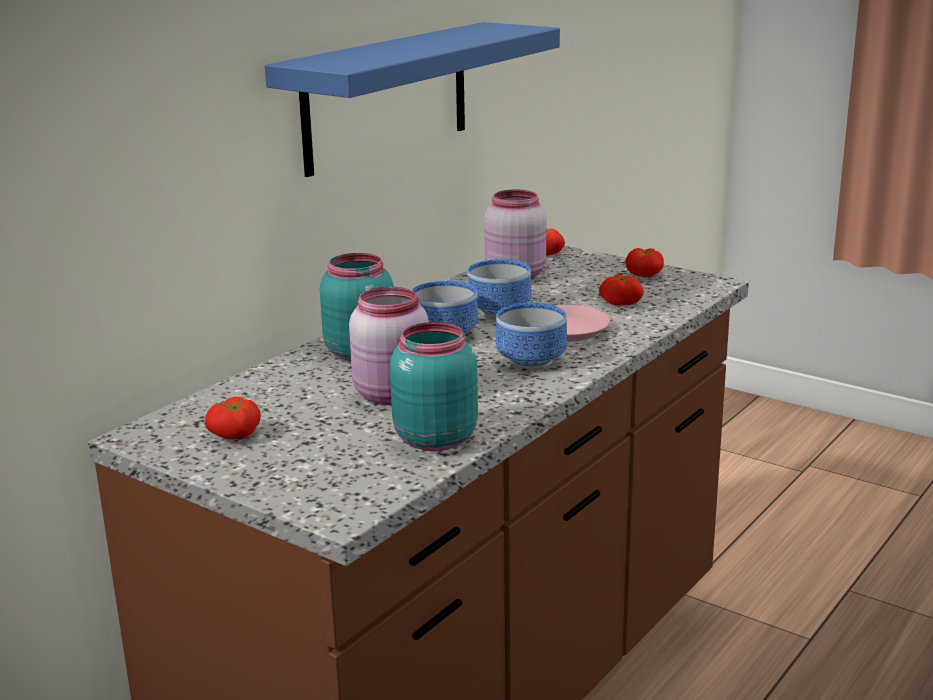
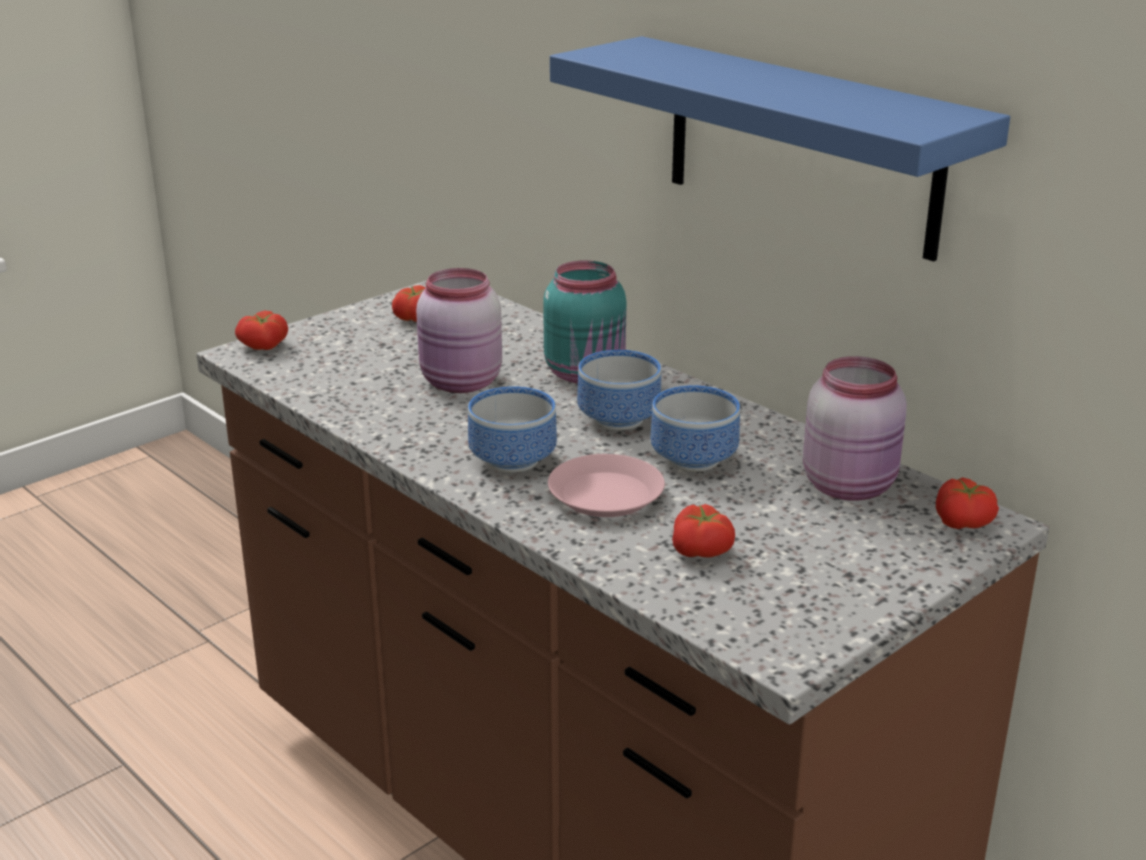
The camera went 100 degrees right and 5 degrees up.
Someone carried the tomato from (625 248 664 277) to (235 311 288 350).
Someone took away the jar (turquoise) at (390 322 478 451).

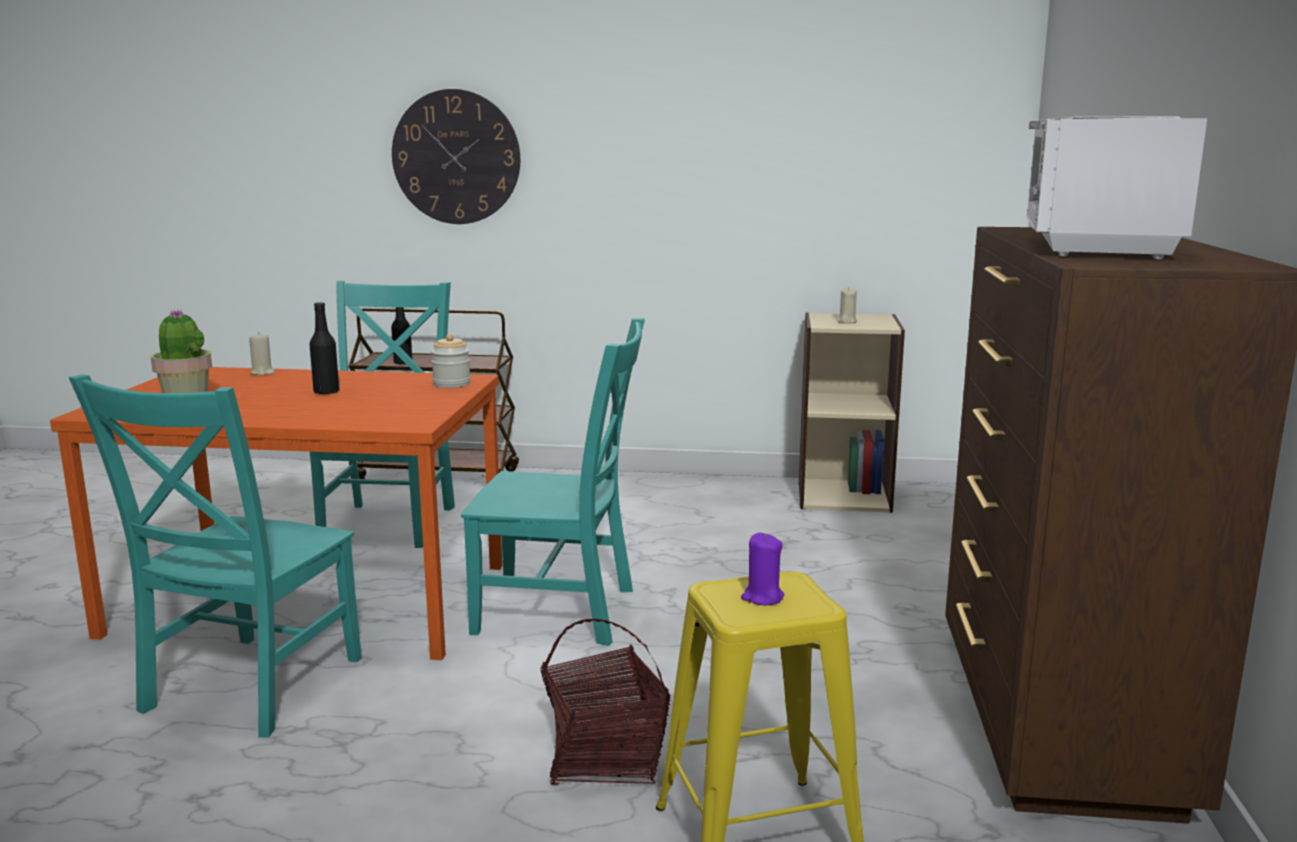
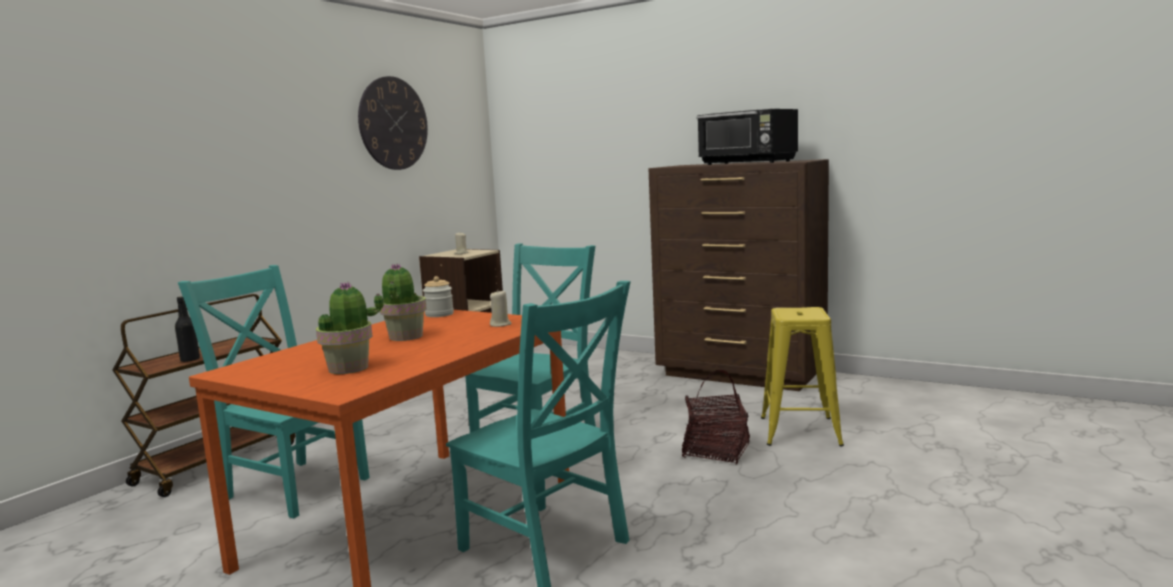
The camera went 65 degrees left and 5 degrees down.
Someone carried the wall clock from (392 89 520 224) to (358 76 428 170).
Someone repainted the microwave (white) at (1026 116 1207 259), which became the microwave (black) at (697 109 798 165).
Someone swapped the bottle (black) at (309 302 340 395) for the potted plant at (380 263 427 341).
Someone carried the candle (beige) from (249 332 275 375) to (490 290 512 327).
Someone took away the candle (purple) at (741 533 784 605).

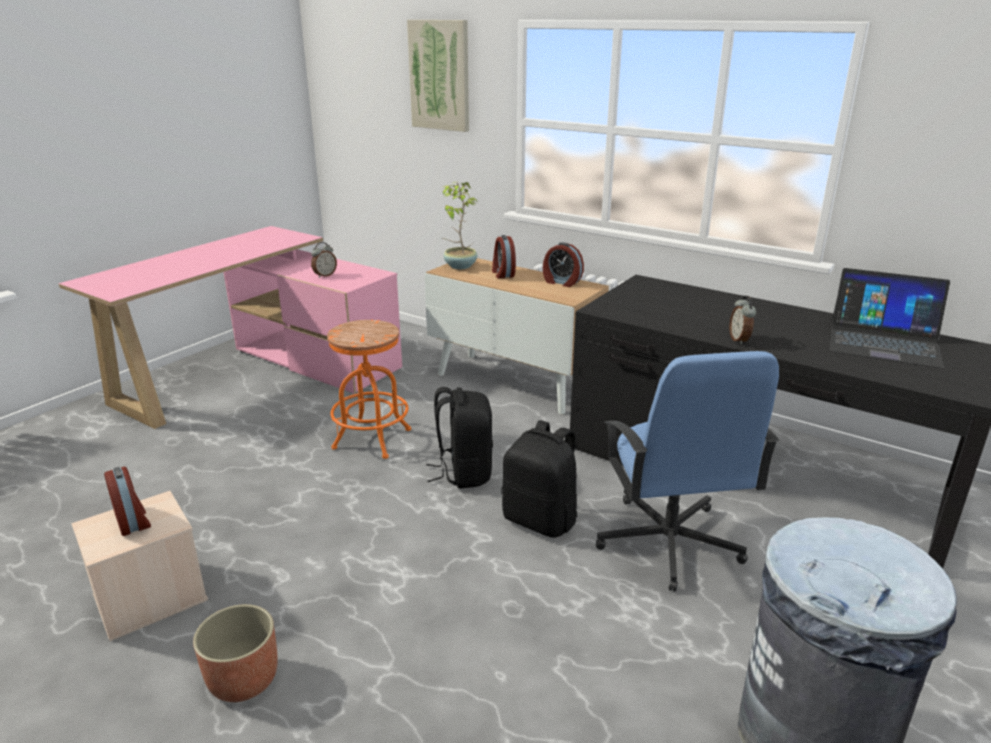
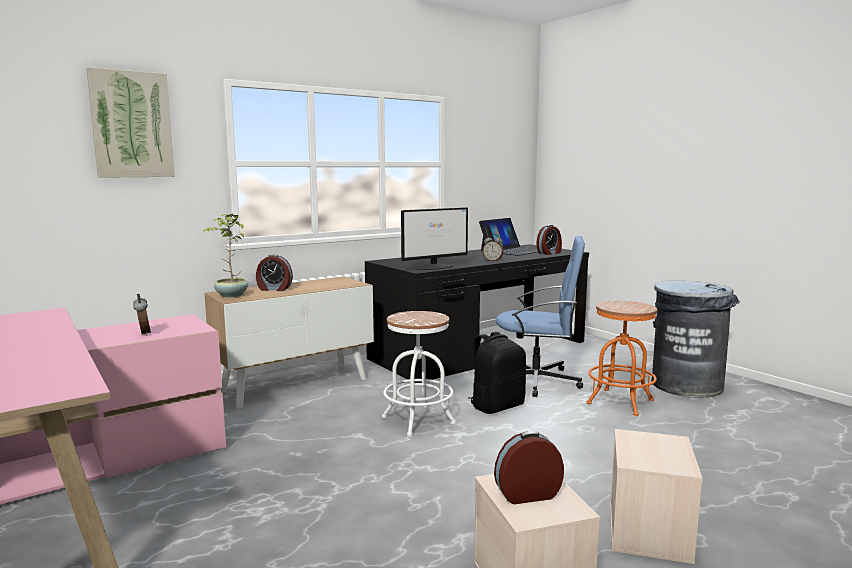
The camera went 70 degrees left and 15 degrees down.
Someone carried the alarm clock from (543 242 584 287) to (536 225 562 255).
Someone carried the stool (orange) from (327 320 411 459) to (587 301 657 416).
Someone swapped the backpack (black) at (426 387 493 488) for the stool (white) at (382 311 456 436).
Someone swapped the planter at (193 604 277 702) for the storage box (beige) at (610 429 703 564).
Someone put down the monitor at (401 207 468 270).

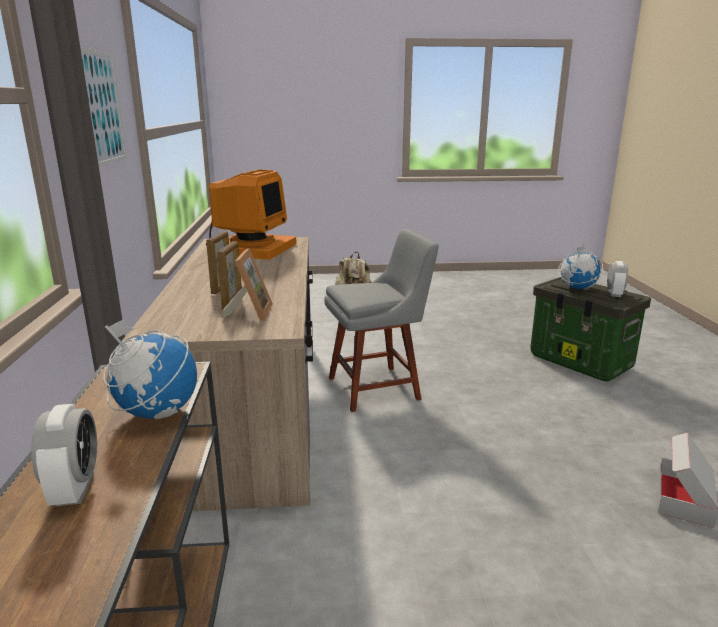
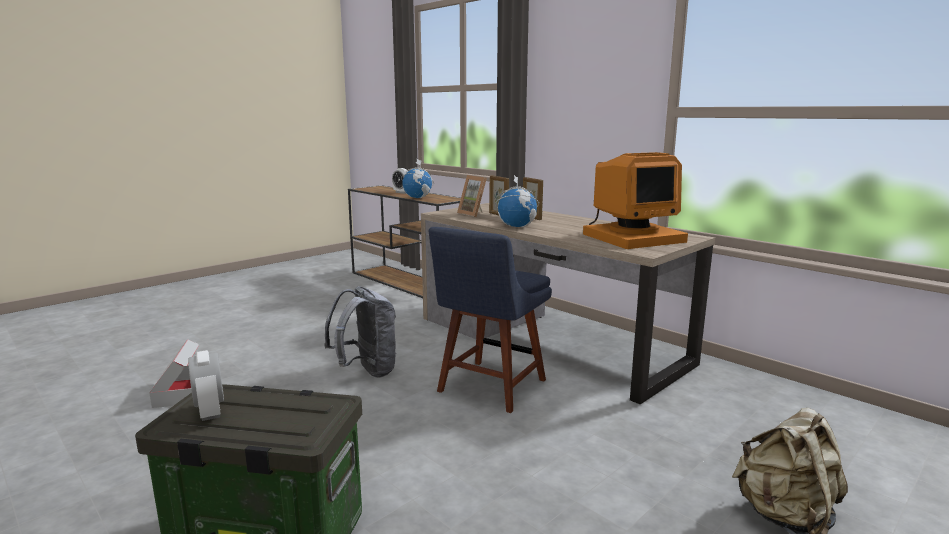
The camera went 140 degrees right and 5 degrees down.
Someone took away the picture at (80 47 127 167).
Someone rotated the monitor at (206 169 297 260) by 90 degrees counterclockwise.
Someone repainted the chair (grey) at (324 229 439 412), which became the chair (blue) at (429 227 552 413).
Someone carried the globe from (558 243 603 289) to (495 175 539 227).
Someone put down the backpack (grey) at (324 286 397 378).

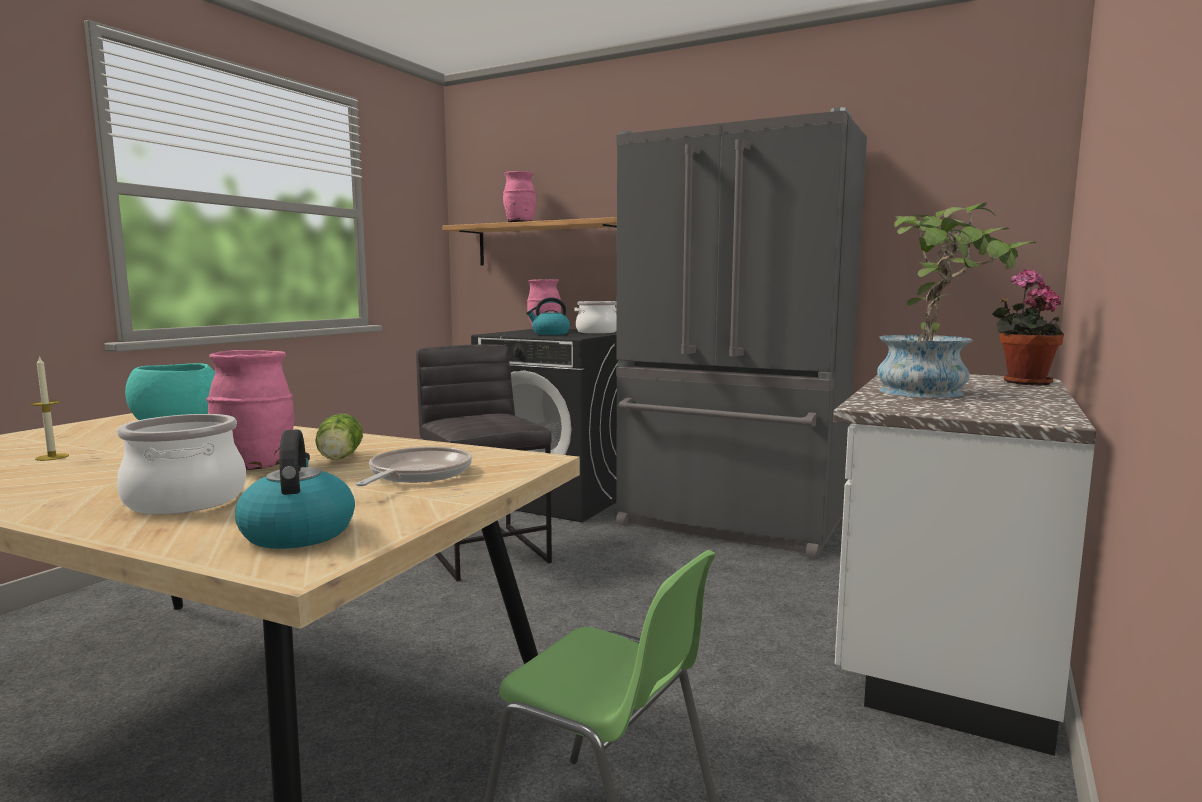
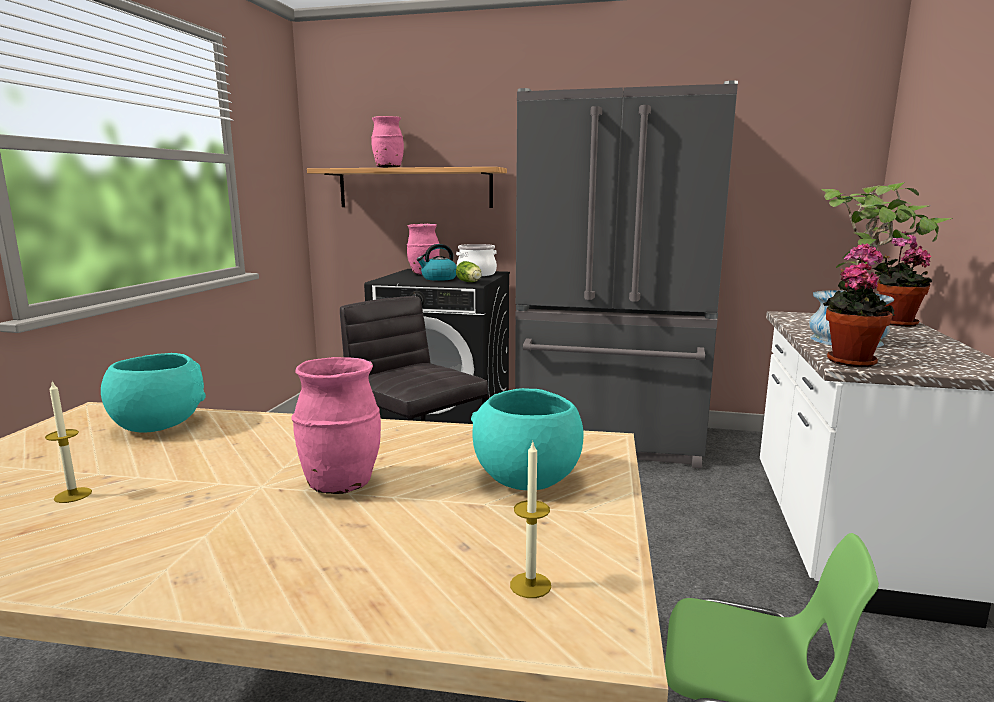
The camera went 15 degrees left and 5 degrees up.
Someone took away the cooking pot at (117 414 246 515).
Someone carried the lettuce from (315 414 363 460) to (456 261 482 282).
Someone swapped the kettle at (235 429 355 549) for the candle at (510 442 551 598).
Someone swapped the frying pan at (355 447 472 486) for the bowl (turquoise) at (471 388 584 490).
Someone put down the potted plant at (823 243 895 367).

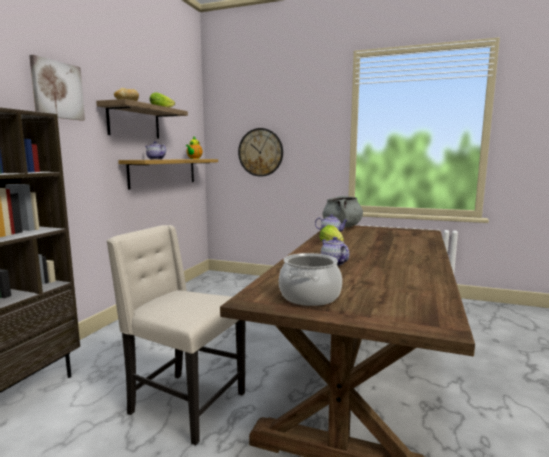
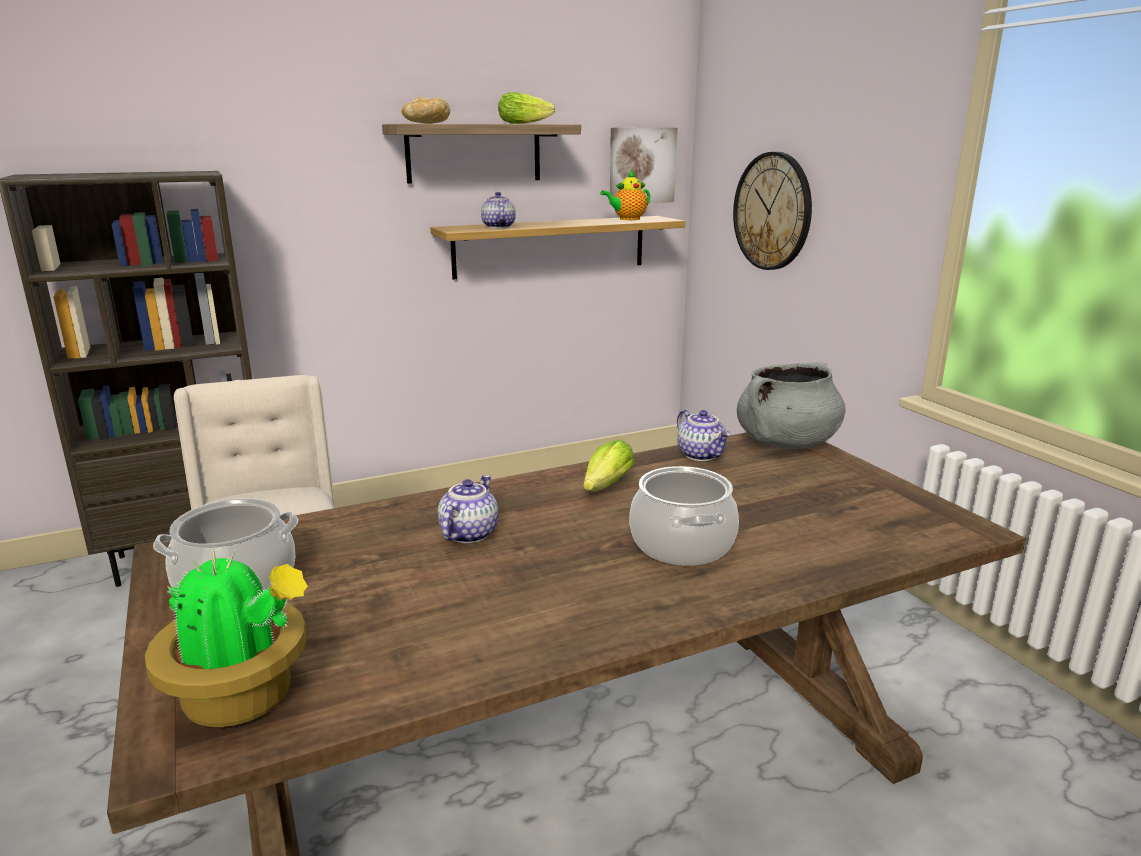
The camera went 45 degrees right and 10 degrees up.
Someone carried the picture from (29 55 85 120) to (610 128 677 203).
Someone put down the cooking pot at (629 466 739 566).
Someone put down the potted plant at (145 545 308 727).

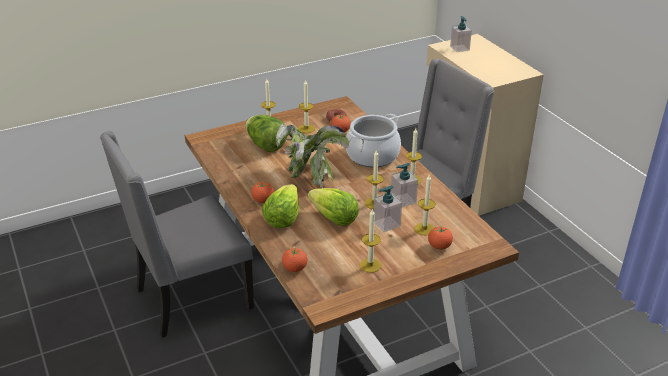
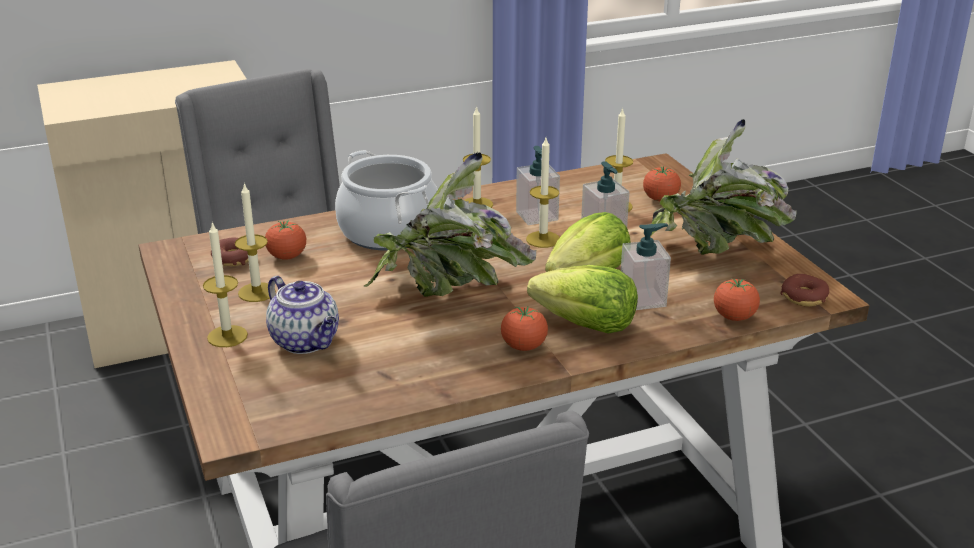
The camera went 85 degrees left and 5 degrees down.
Someone carried the soap dispenser from (450 16 472 52) to (621 223 671 310).
Someone swapped the lettuce at (245 115 287 152) for the teapot at (266 276 339 354).
Someone swapped the candle at (360 209 381 273) for the potted plant at (650 120 797 255).
Someone put down the donut at (781 274 829 307).

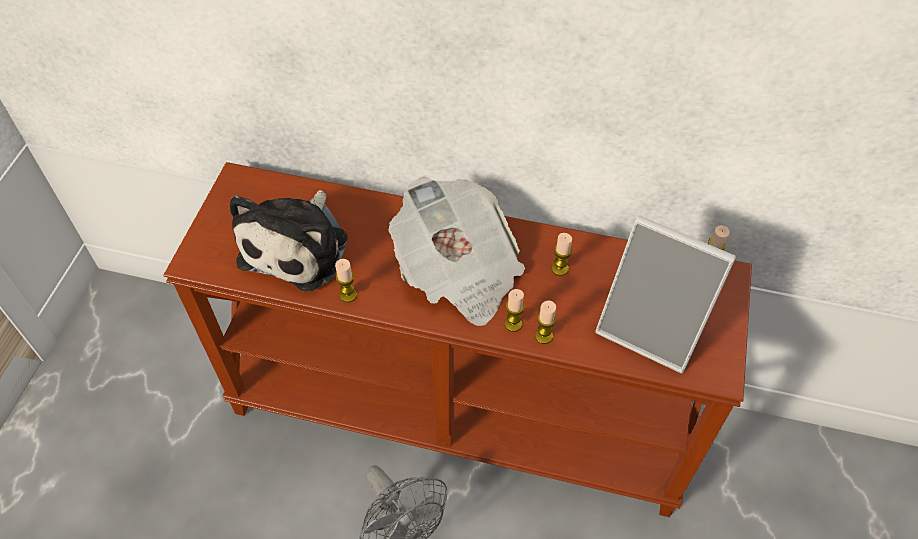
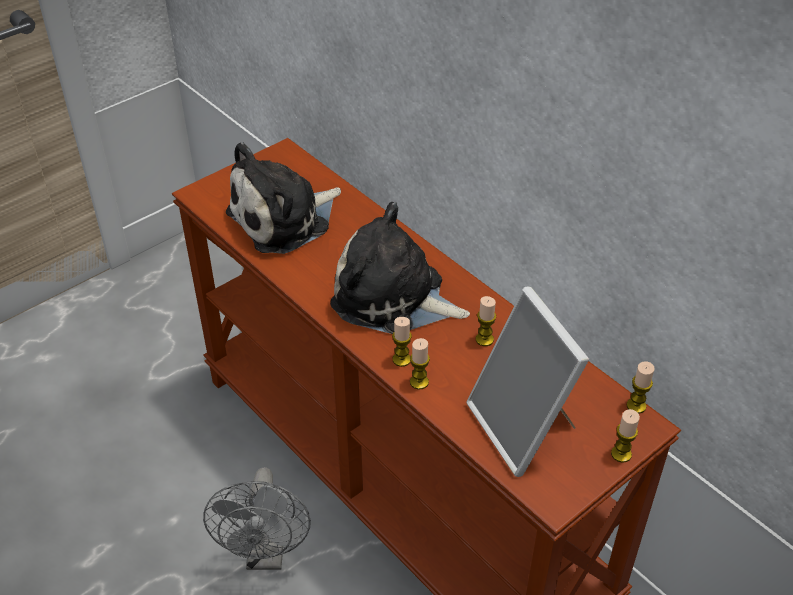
The camera went 35 degrees right and 10 degrees down.
Someone swapped the newspaper at (389 177 525 326) for the plush toy at (330 202 470 334).
Someone carried the candle from (335 259 357 302) to (611 409 640 463).

